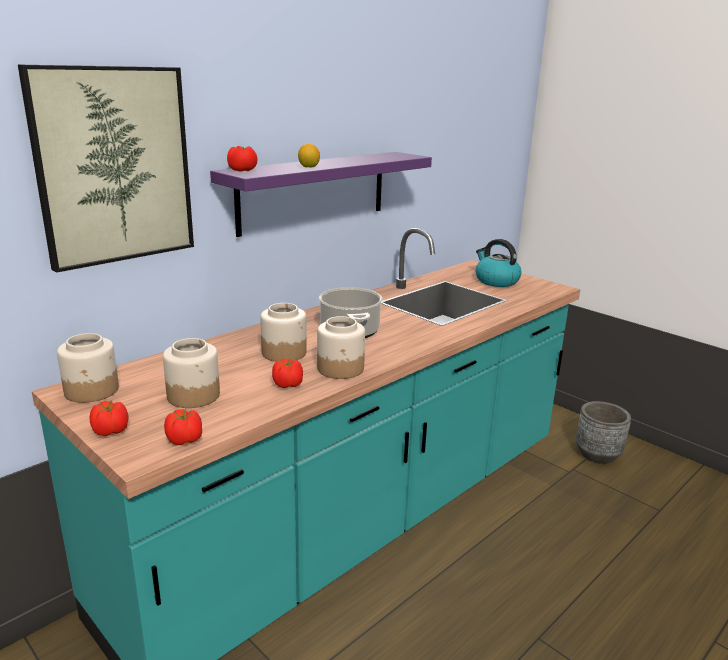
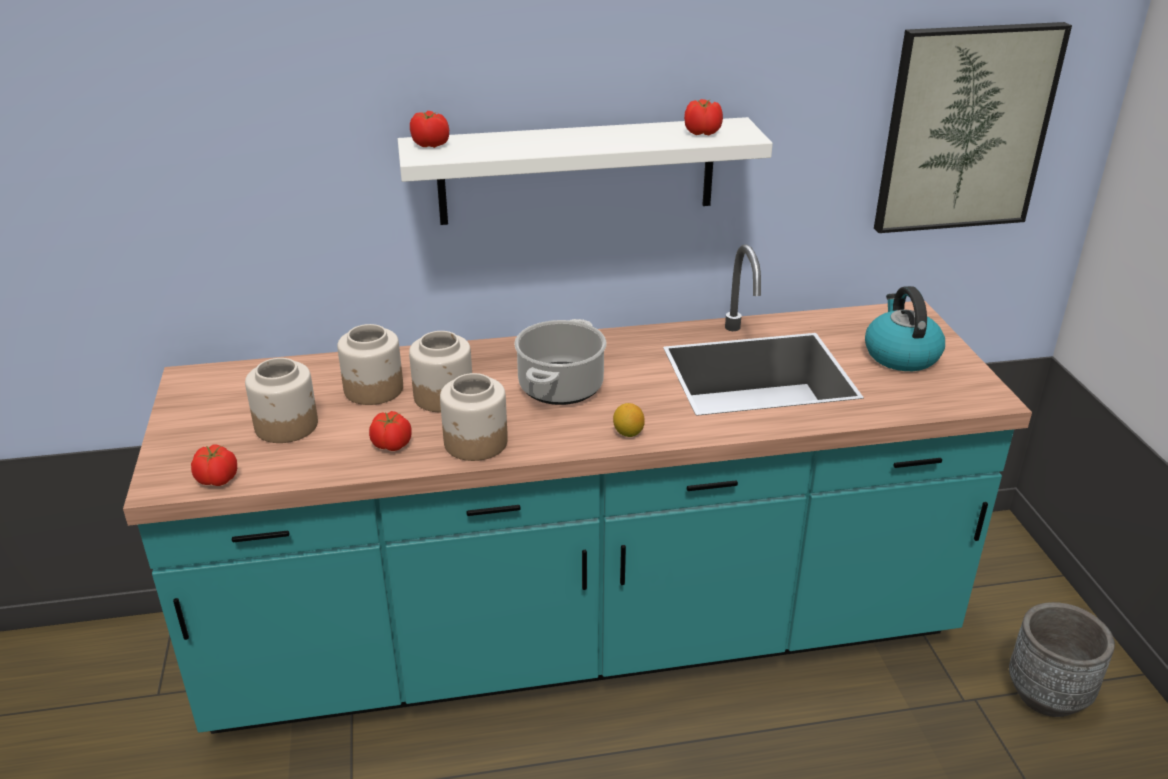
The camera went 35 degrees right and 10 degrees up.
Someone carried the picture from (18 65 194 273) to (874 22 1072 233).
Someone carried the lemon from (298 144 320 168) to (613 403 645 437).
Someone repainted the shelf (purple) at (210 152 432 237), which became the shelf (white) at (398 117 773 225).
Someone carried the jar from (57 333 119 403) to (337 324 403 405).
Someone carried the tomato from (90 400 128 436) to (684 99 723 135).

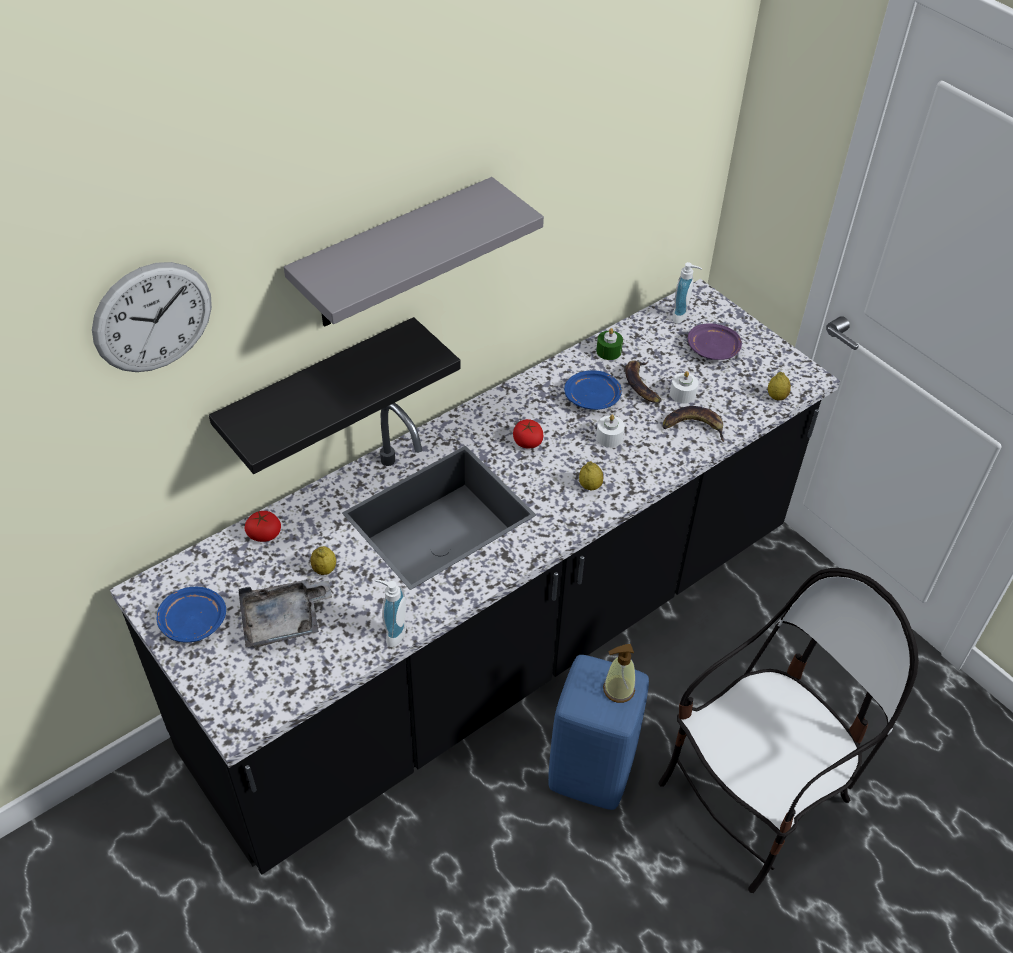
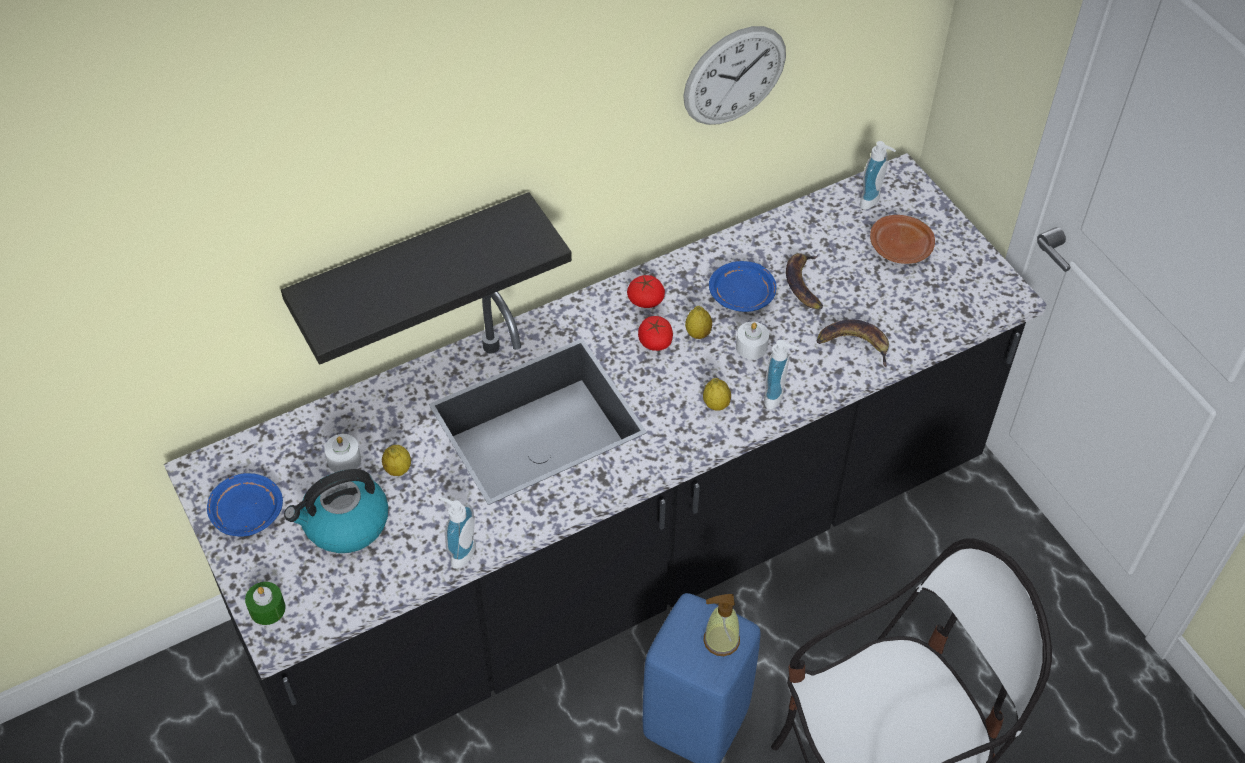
The camera went 10 degrees right and 5 degrees up.
Someone took away the shelf (grey) at (284 177 544 327).
Someone carried the wall clock from (92 262 212 372) to (683 26 786 125).
Someone repainted the plate (purple) at (688 323 742 360), which became the plate (brown) at (870 215 935 264).
Someone carried the candle (green) from (596 328 623 360) to (245 582 285 625).
Someone carried the candle (white) from (670 371 698 404) to (324 434 361 472).
Someone carried the lemon from (768 372 791 400) to (685 306 712 339).
Someone carried the tomato from (245 511 281 542) to (627 275 665 308).
Someone swapped the tray (grey) at (239 579 332 648) for the kettle at (284 469 388 553).
Someone put down the soap dispenser at (764 340 799 409).

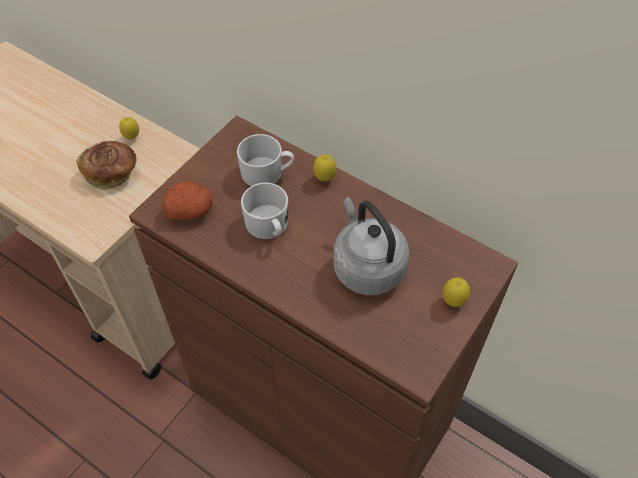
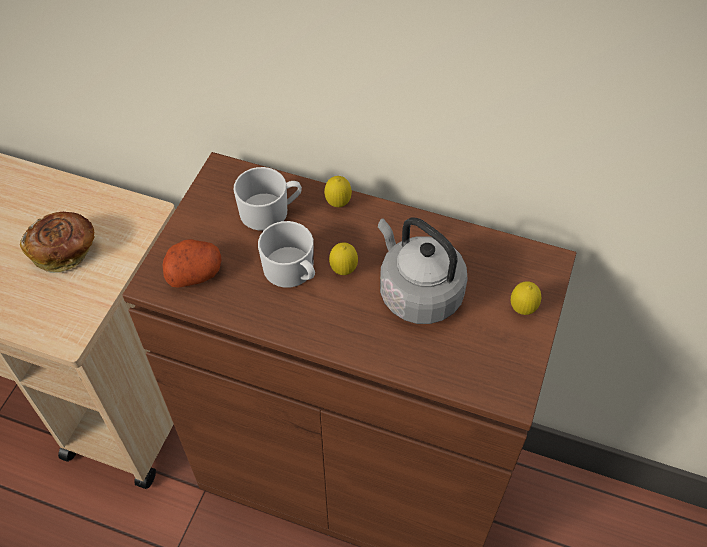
The camera went 15 degrees left and 0 degrees up.
Someone carried the lemon from (119 117 139 139) to (329 242 358 275).

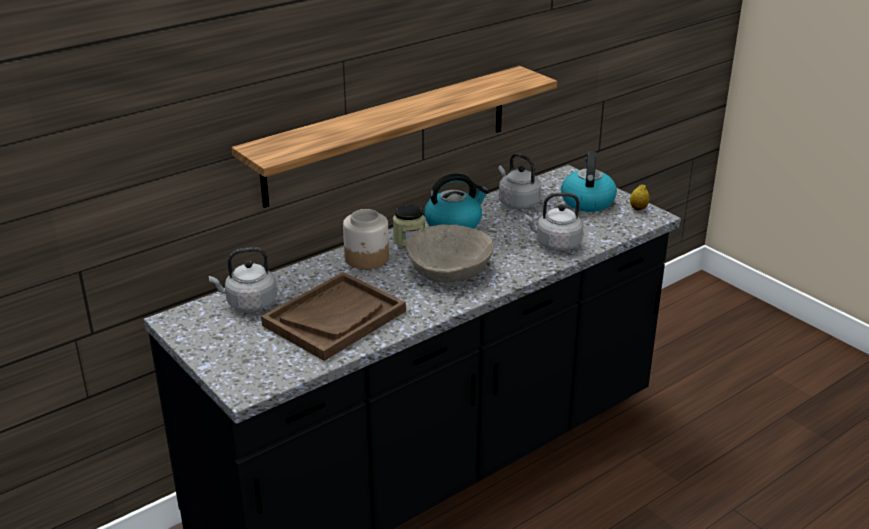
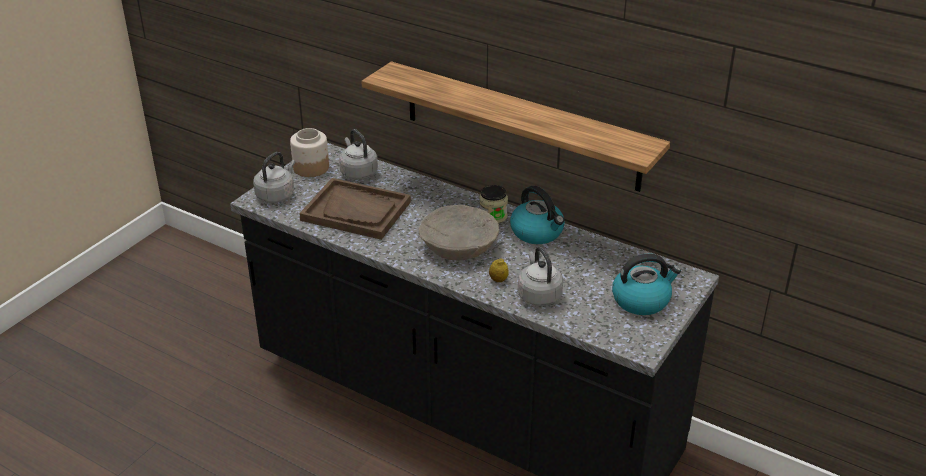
The camera went 70 degrees right and 5 degrees up.
Someone carried the kettle (grey) from (498 153 542 209) to (253 152 295 203).
Someone carried the lemon from (630 184 649 211) to (489 259 509 282).
Someone carried the jar from (343 209 389 269) to (290 128 329 177).

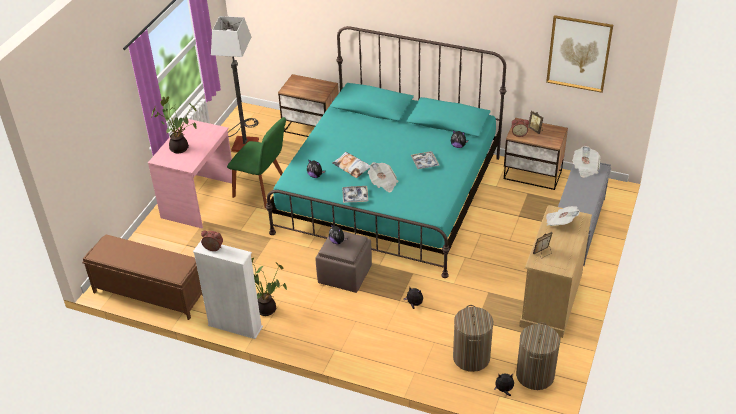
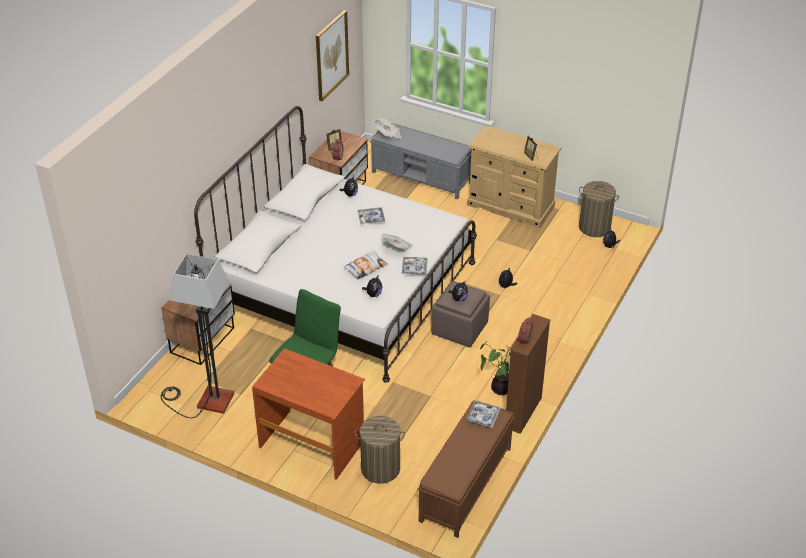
The camera went 85 degrees left and 0 degrees up.
Someone repainted the bed (turquoise) at (266 26 506 278), which became the bed (white) at (194 106 477 383).
Someone took away the potted plant at (151 96 197 153).
Someone repainted the desk (pink) at (148 119 232 228), which became the desk (brown) at (252 348 365 480).
Someone took away the newspaper at (546 206 580 226).
Someone repainted the bookcase (white) at (193 241 263 339), which became the bookcase (brown) at (506 314 550 434).
Someone carried the laundry basket from (453 305 493 372) to (355 416 405 484).
Someone put down the tray at (466 400 500 428).

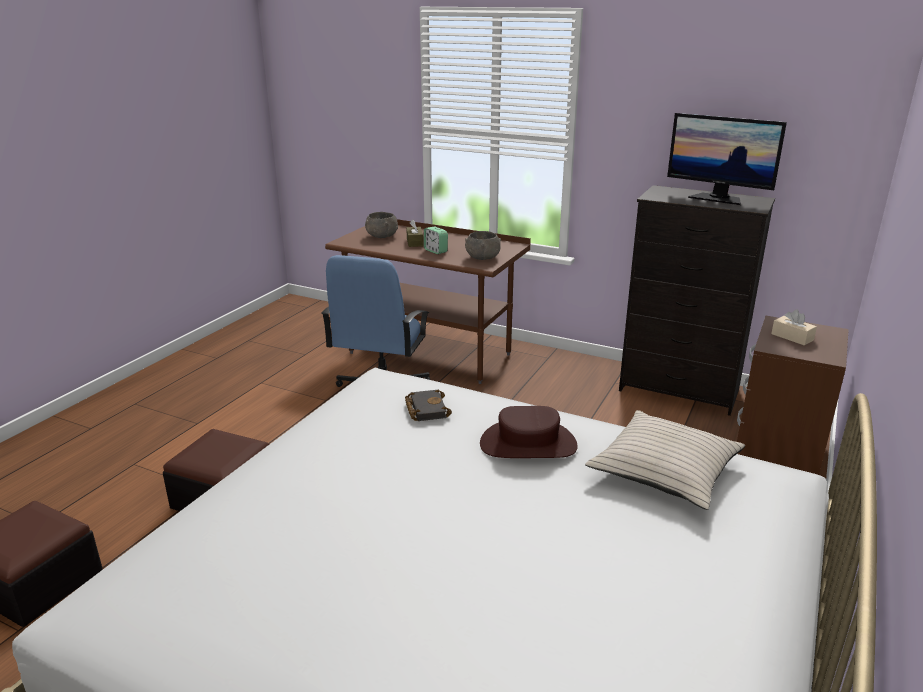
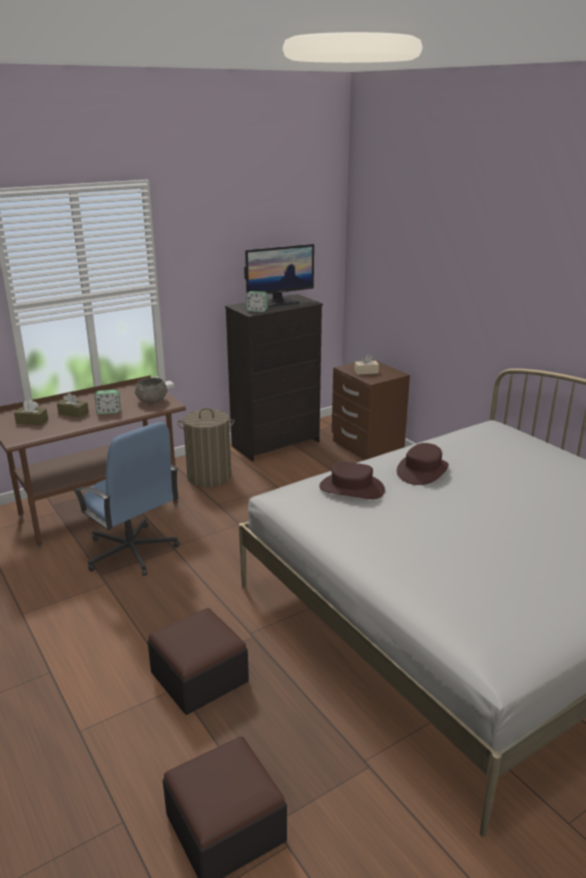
The camera went 60 degrees left and 0 degrees up.
Someone swapped the bowl (grey) at (365 212 398 238) for the tissue box (brown) at (14 399 48 425).
Someone swapped the book (black) at (405 390 452 421) for the hat (brown) at (319 462 385 499).
Someone took away the pillow (beige) at (585 410 745 510).
Someone put down the alarm clock at (246 291 268 312).
Someone put down the laundry basket at (177 408 235 487).

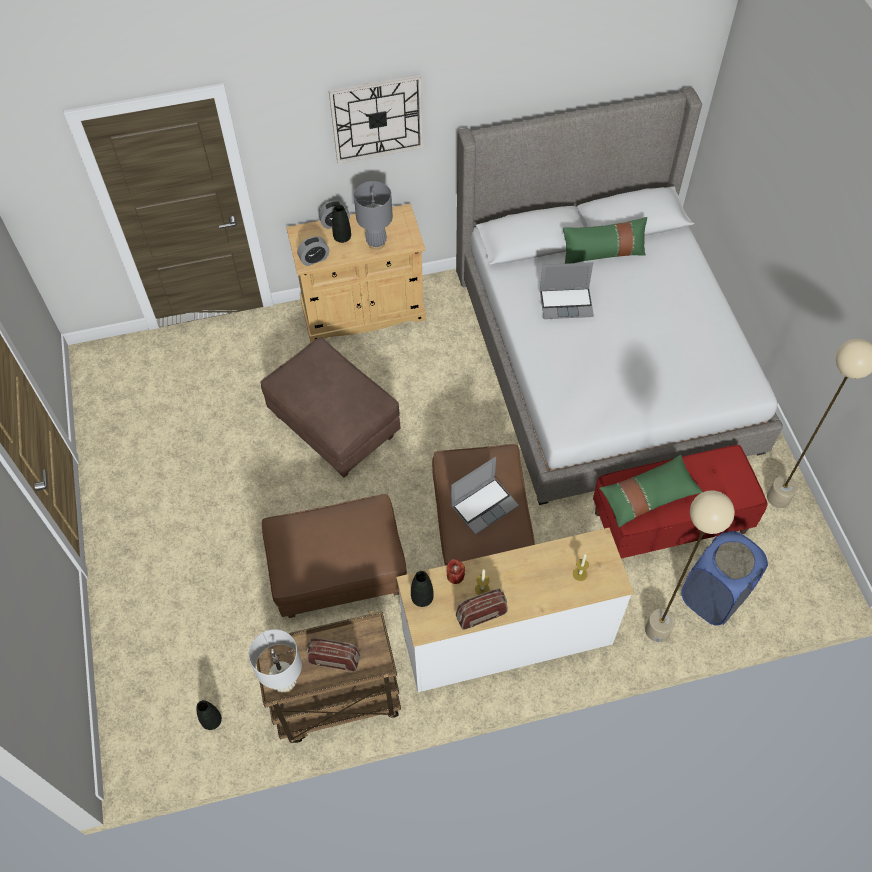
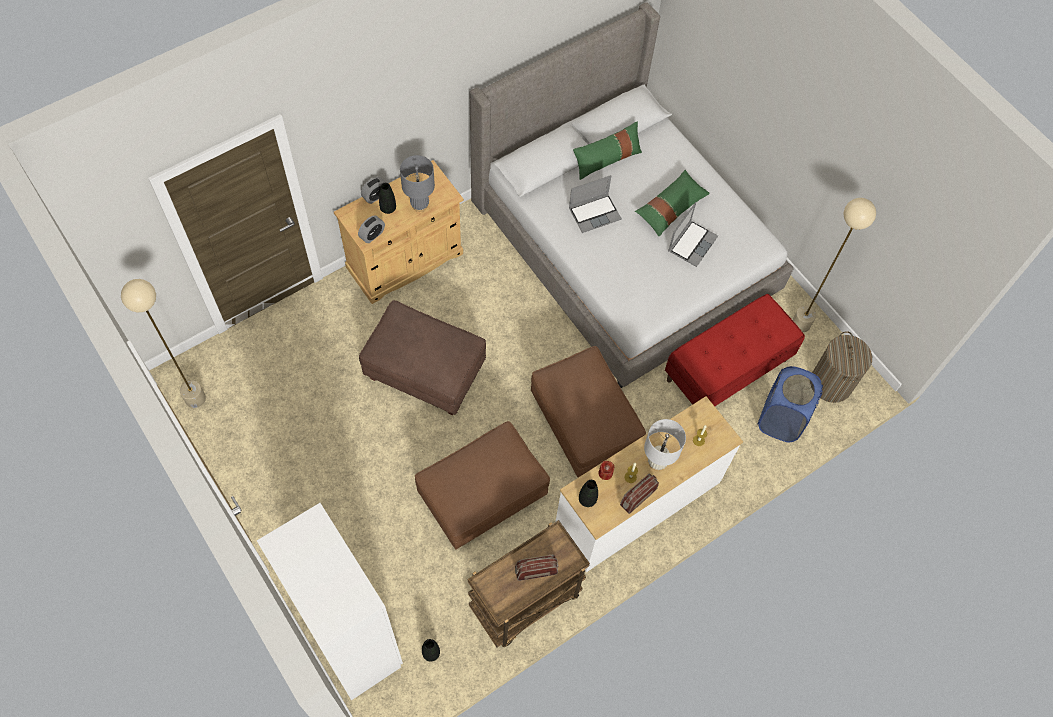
The camera went 25 degrees left and 5 degrees up.
Someone took away the wall clock at (329 74 423 164).
Someone carried the pillow (green) from (599 455 702 527) to (635 170 710 236).
Someone carried the laptop from (451 457 519 535) to (668 202 718 267).
Someone carried the floor lamp (beige) from (645 490 735 642) to (121 279 206 408).
Someone carried the table lamp (white) from (249 629 302 693) to (644 419 686 471).
Someone put down the laundry basket at (812 331 872 403).
Someone put down the wardrobe (white) at (257 503 403 700).

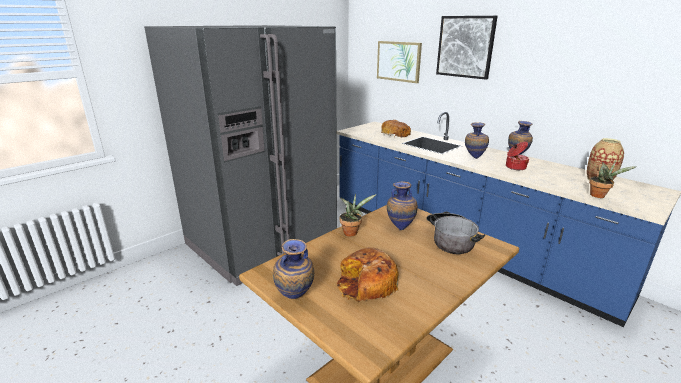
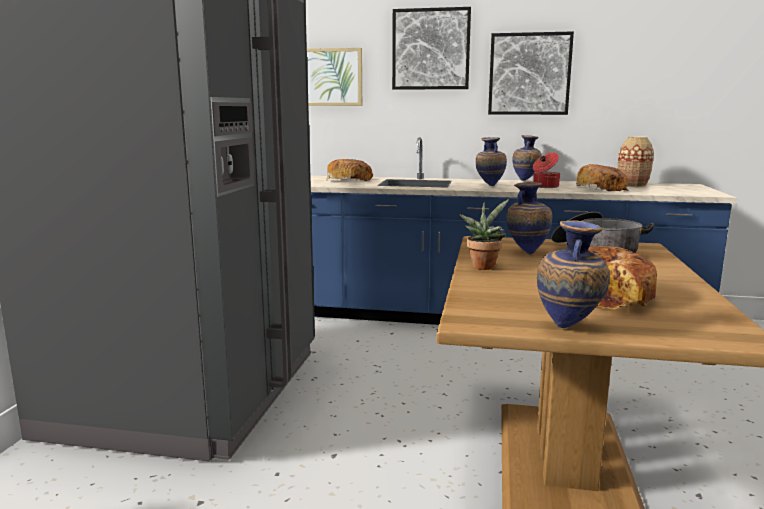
The camera went 35 degrees left and 10 degrees down.
Someone took away the potted plant at (589 161 637 198).
Someone put up the picture at (488 31 574 115).
Someone put down the bread at (576 164 629 191).

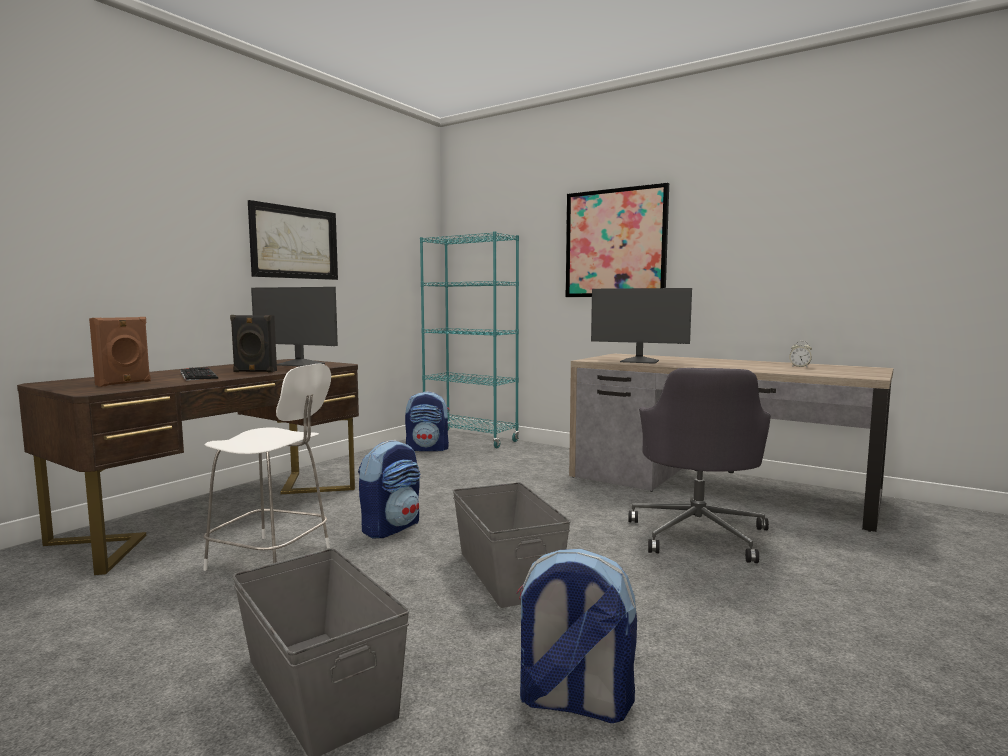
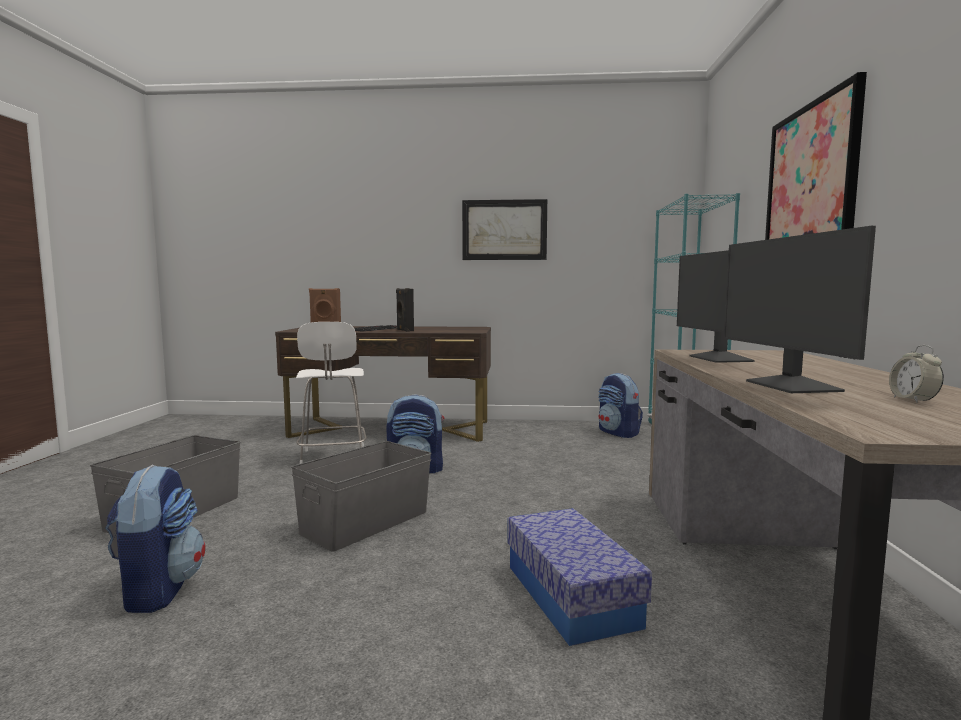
The camera went 60 degrees right and 0 degrees up.
Someone carried the monitor from (251 287 338 367) to (724 226 876 393).
Someone swapped the office chair (grey) at (628 368 771 563) for the storage box at (507 508 652 646).

